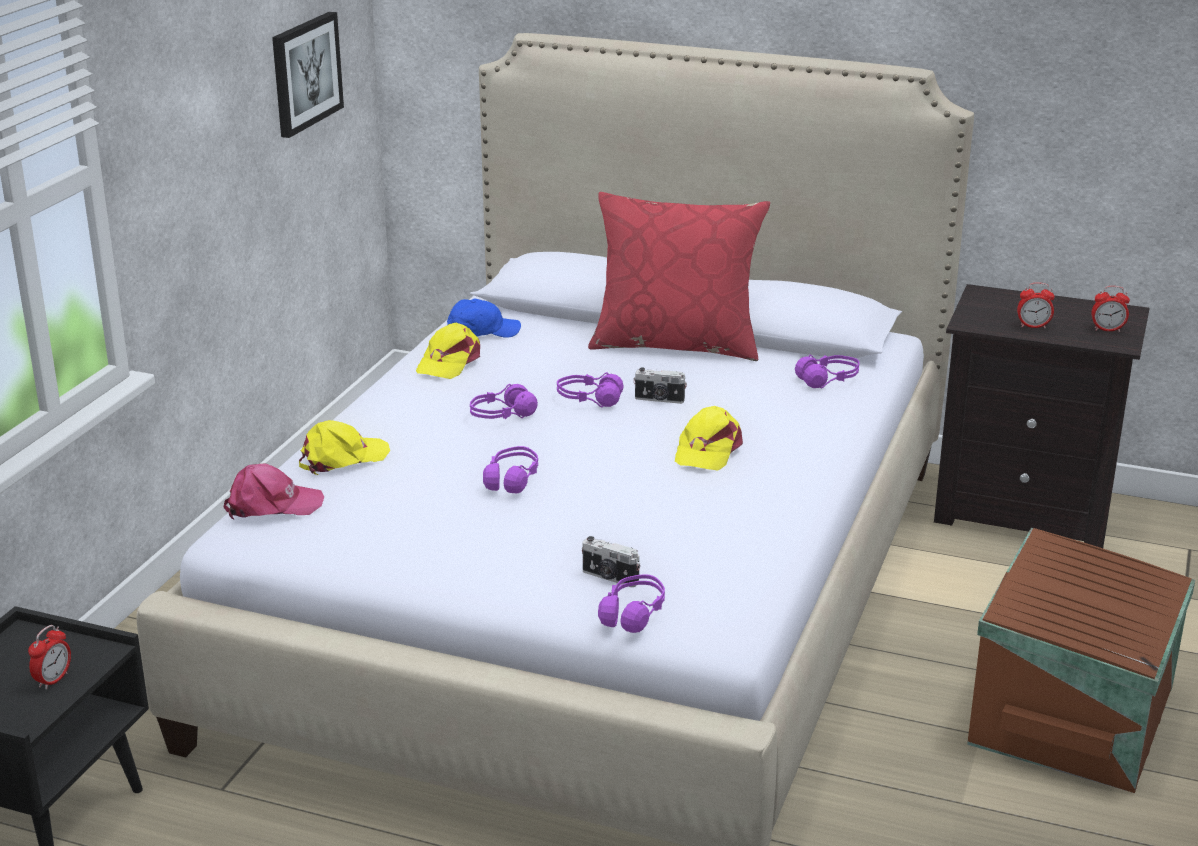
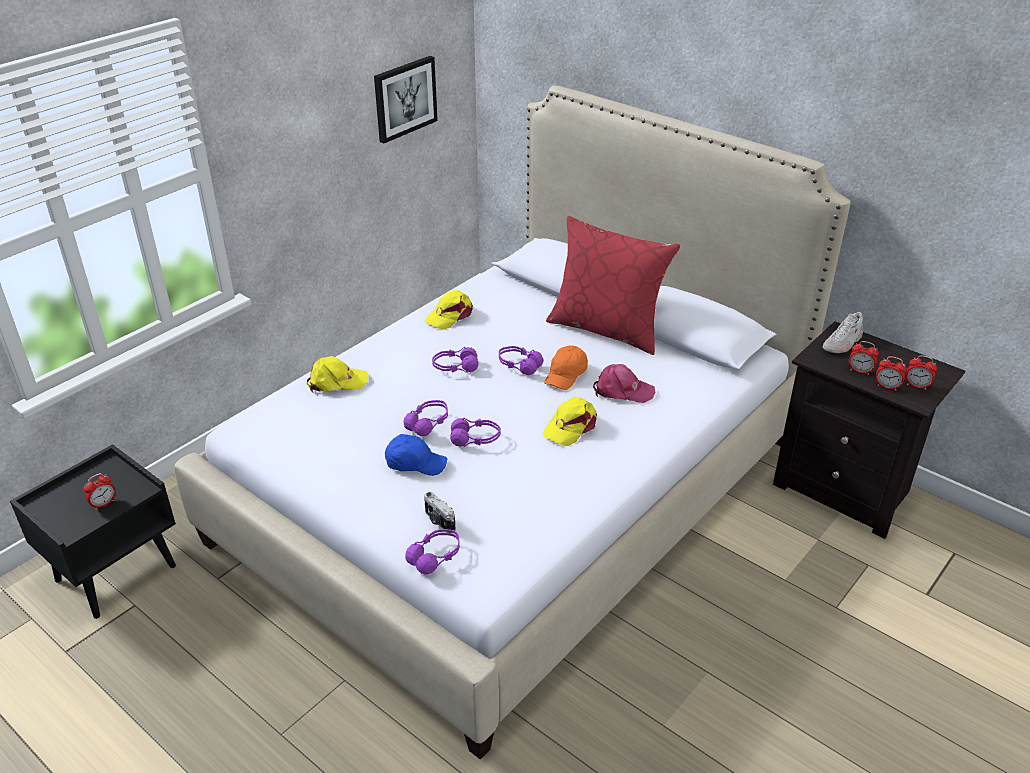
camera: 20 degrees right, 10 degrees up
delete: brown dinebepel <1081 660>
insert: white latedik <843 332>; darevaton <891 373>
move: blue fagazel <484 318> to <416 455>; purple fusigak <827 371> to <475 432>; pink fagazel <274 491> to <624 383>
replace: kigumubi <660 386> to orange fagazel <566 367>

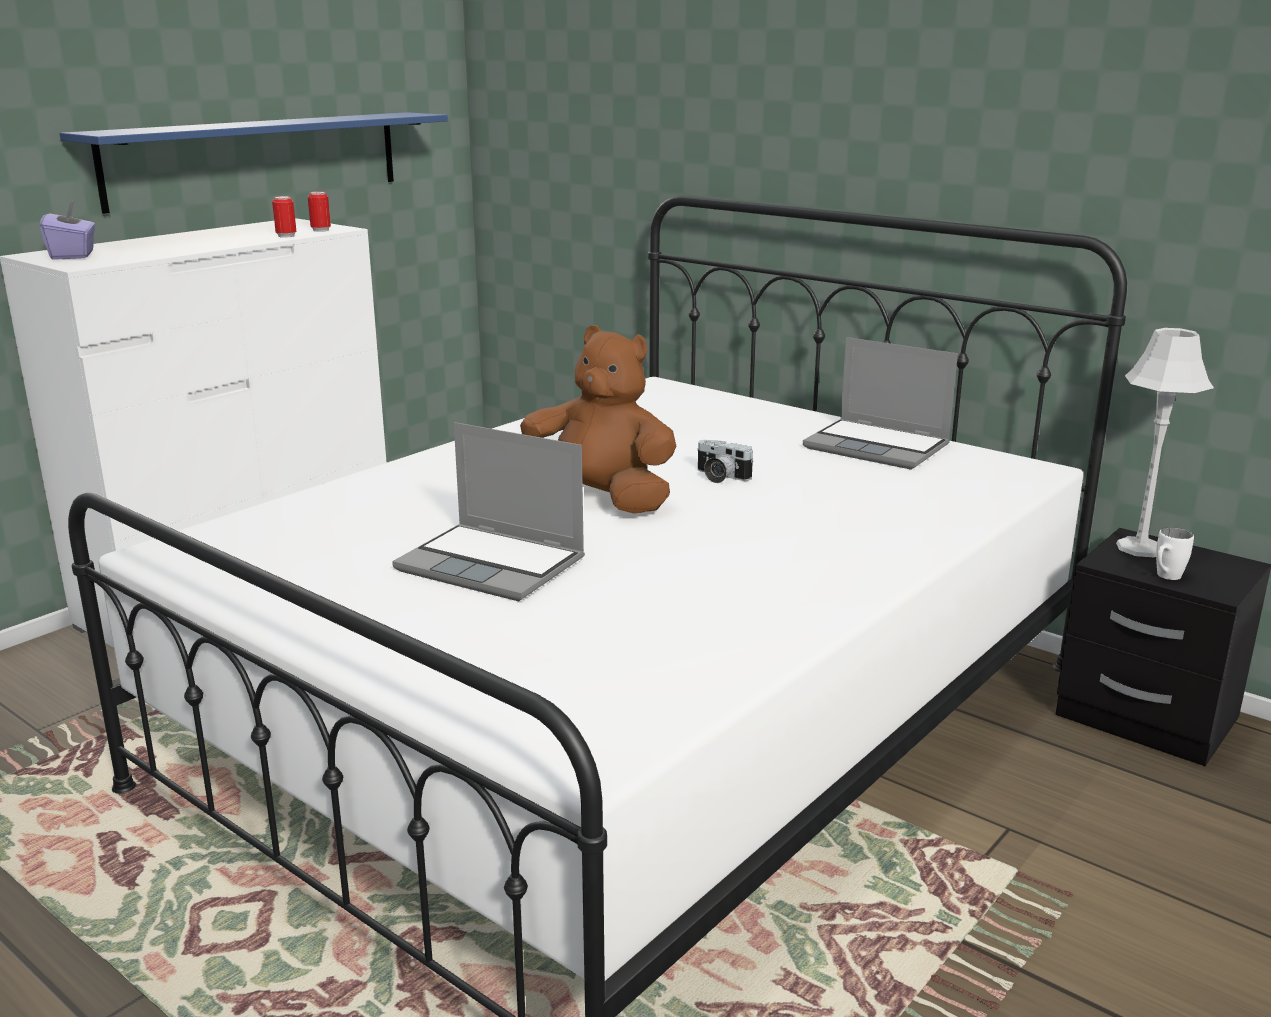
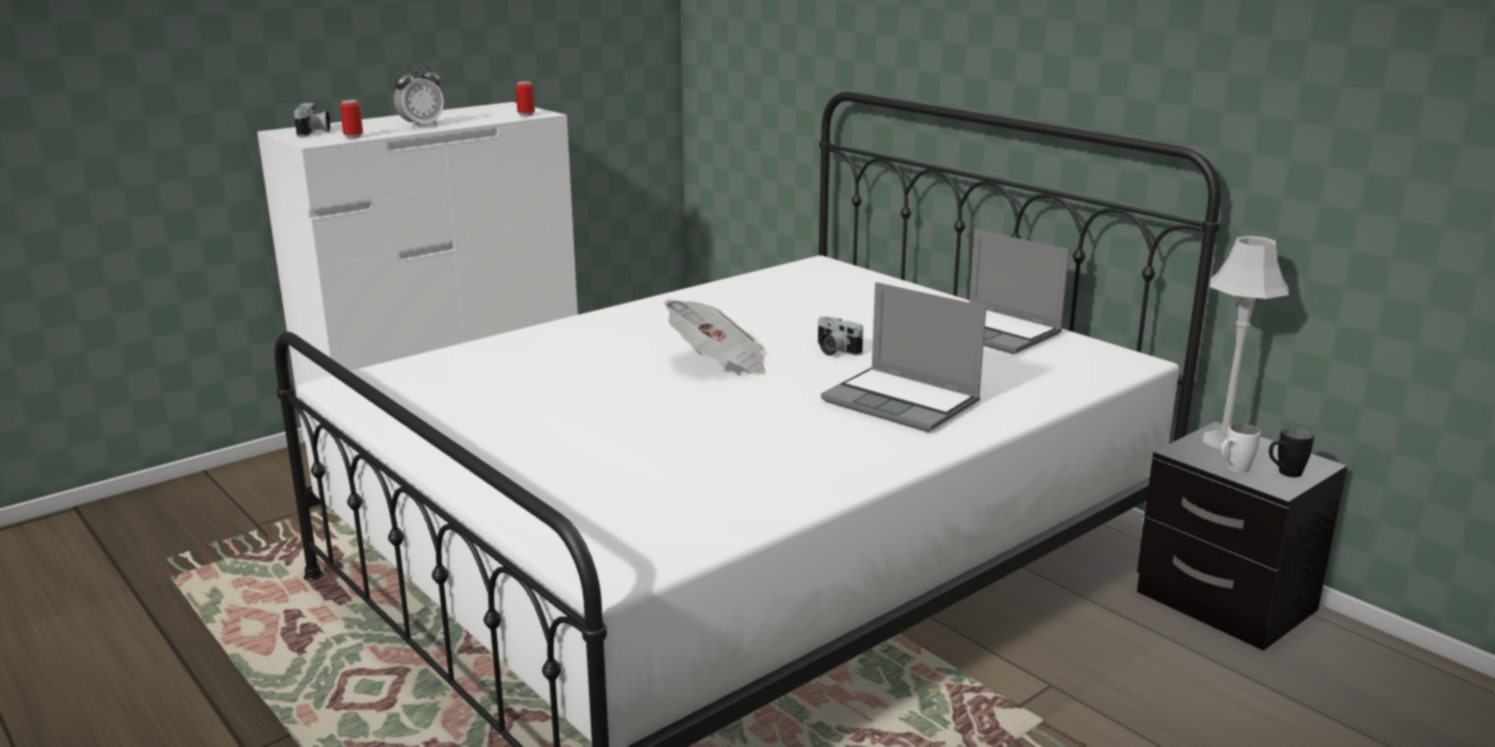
camera: 10 degrees right, 0 degrees up
delete: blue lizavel <254 163>
insert: darevaton <419 95>; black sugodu <1291 452>
move: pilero <284 217> to <351 119>; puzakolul <488 511> to <903 357>
replace: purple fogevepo <67 230> to kigumubi <312 120>; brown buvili <598 419> to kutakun <714 336>

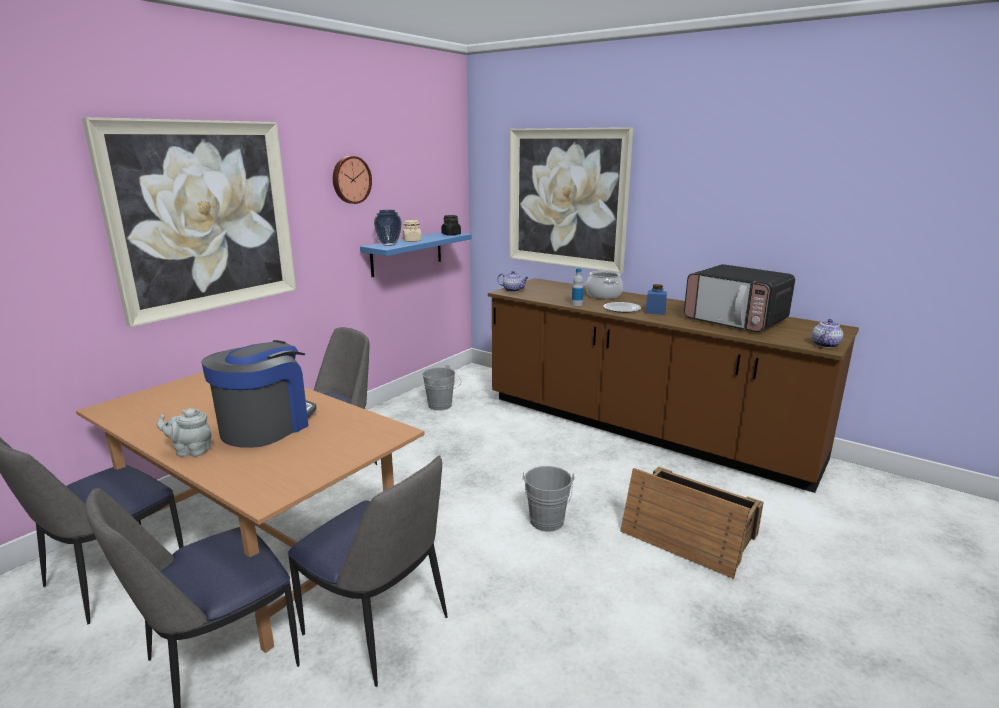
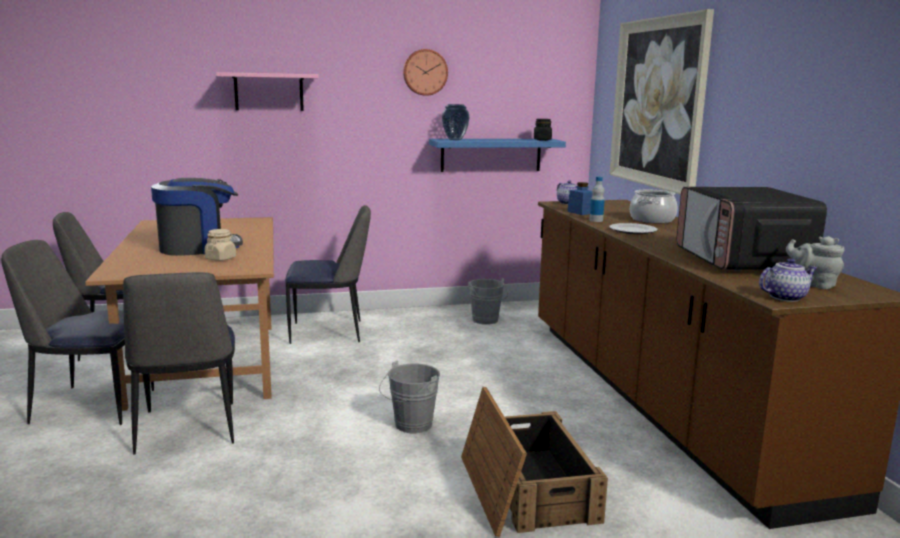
camera: 40 degrees right, 5 degrees down
move: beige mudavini <412 231> to <220 245>; blue mudavini <656 299> to <580 198>; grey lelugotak <184 432> to <815 262>
replace: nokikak <189 222> to pink lizavel <267 91>

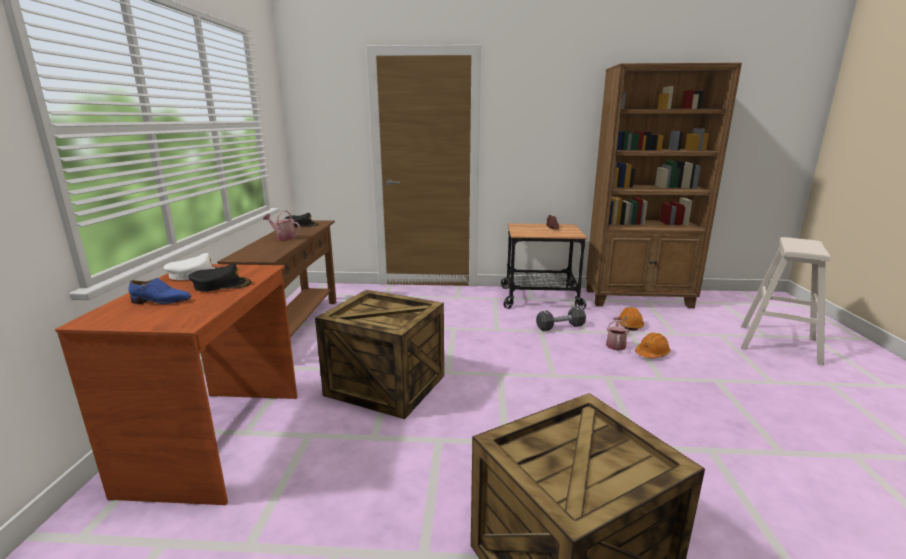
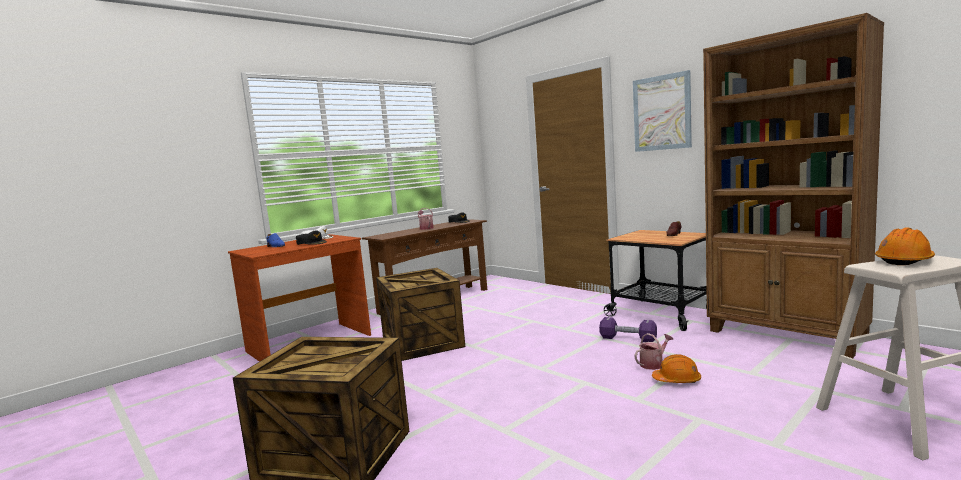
camera: 45 degrees right, 10 degrees down
insert: nokikak <662 111>
move: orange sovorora <631 319> to <905 246>
recolor: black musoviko <561 319> to purple musoviko <628 329>

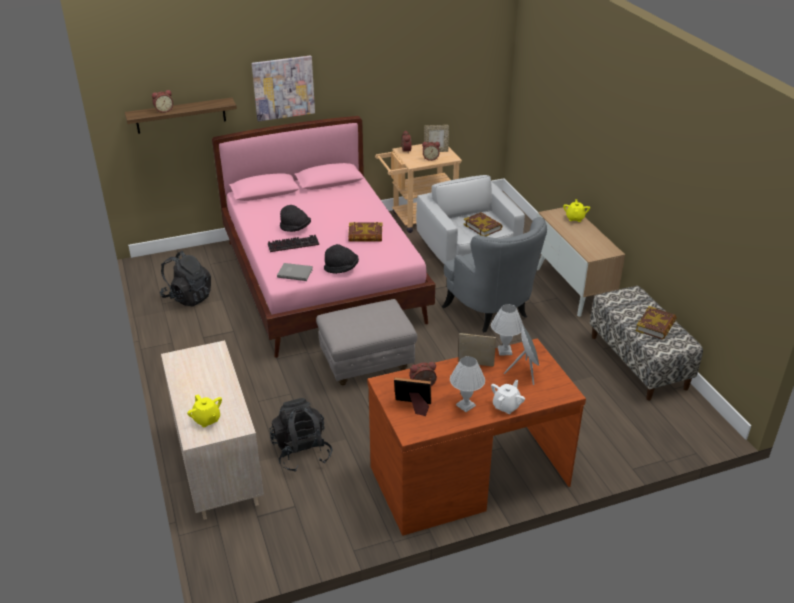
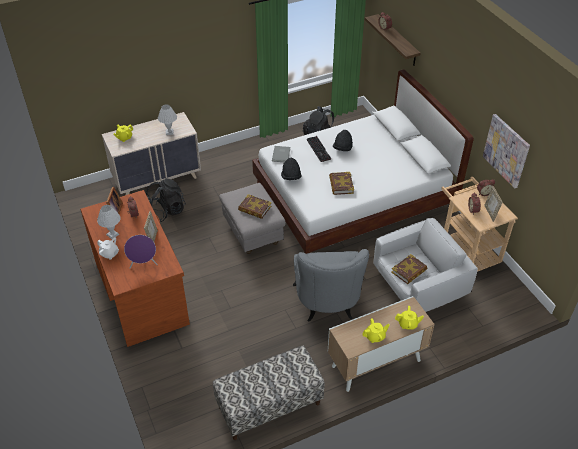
camera: 85 degrees right, 10 degrees up
insert: yellow lelugotak <376 330>
move: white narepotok <507 330> to <167 119>; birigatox <656 323> to <254 206>; nokikak <283 88> to <506 151>
recolor: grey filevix <521 355> to purple filevix <141 251>; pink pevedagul <323 237> to white pevedagul <363 161>
rotate: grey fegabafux <494 274> = <331 285> 60 degrees counterclockwise

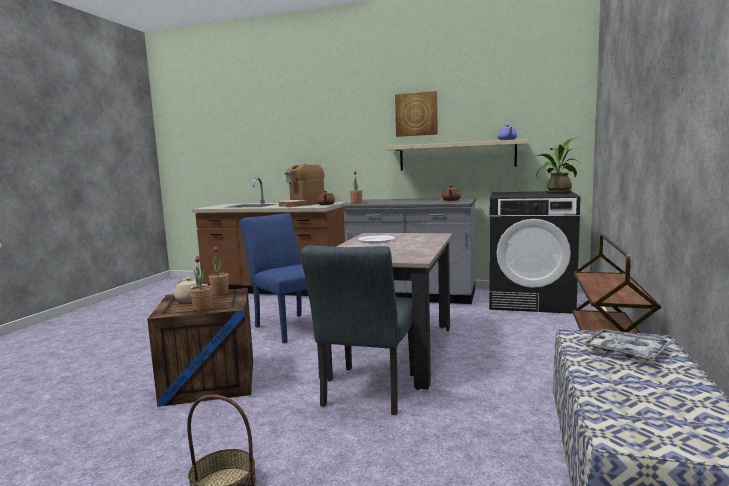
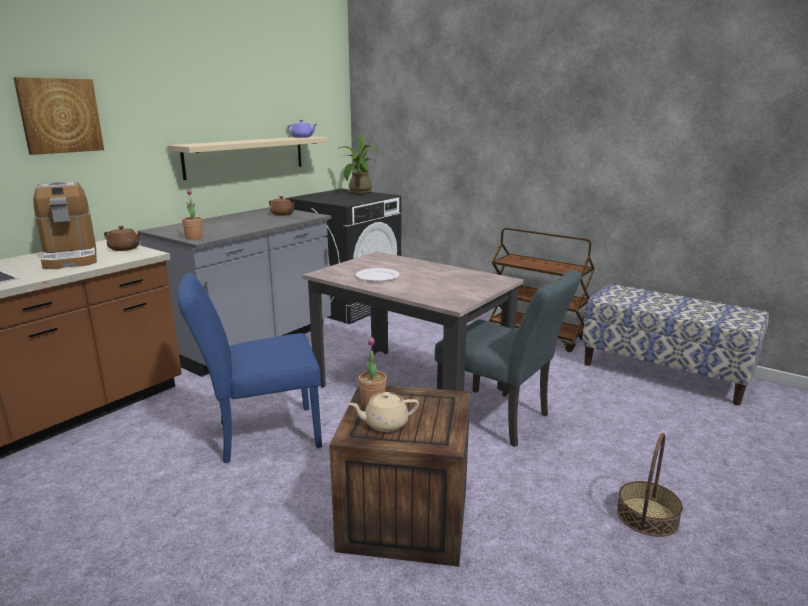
camera: 70 degrees left, 10 degrees up
delete: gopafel <201 283>; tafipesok <626 344>
move: nokikak <416 114> to <58 116>

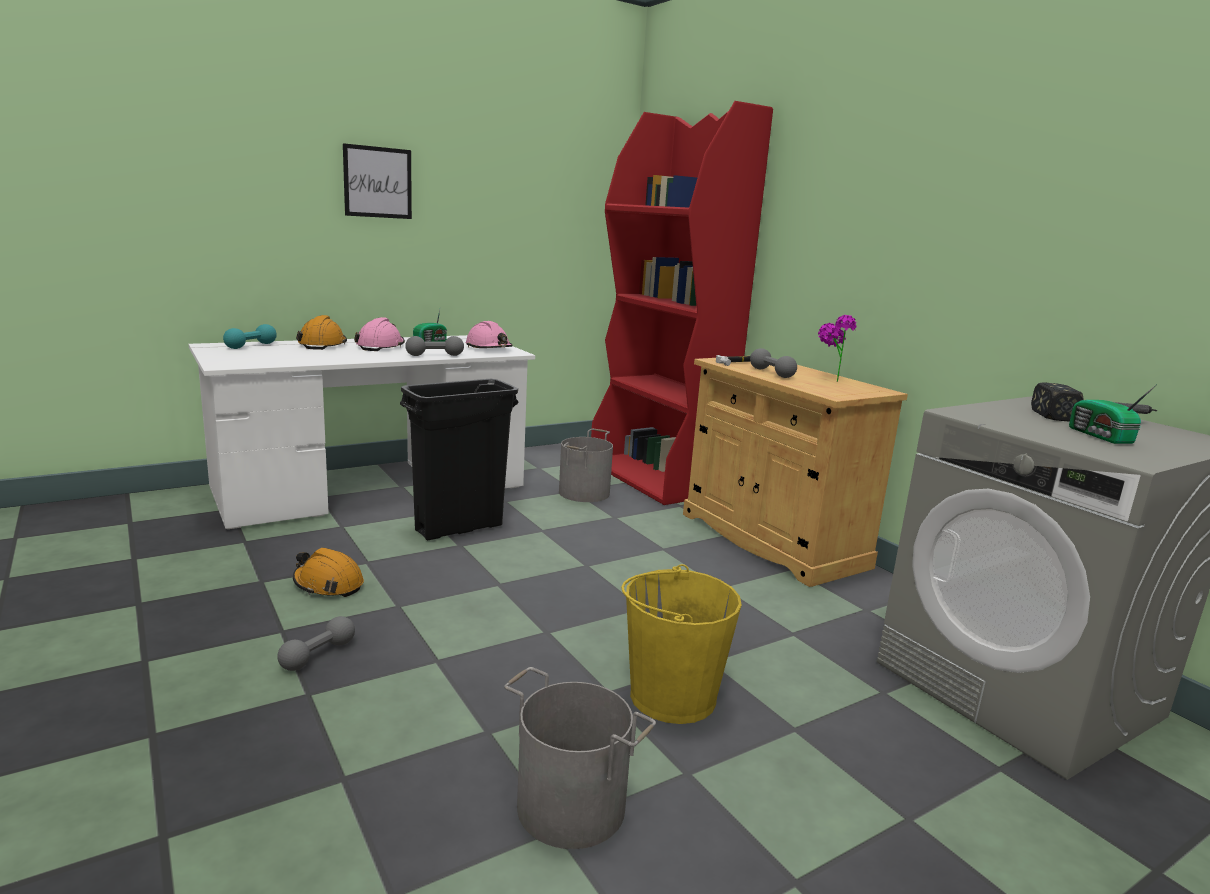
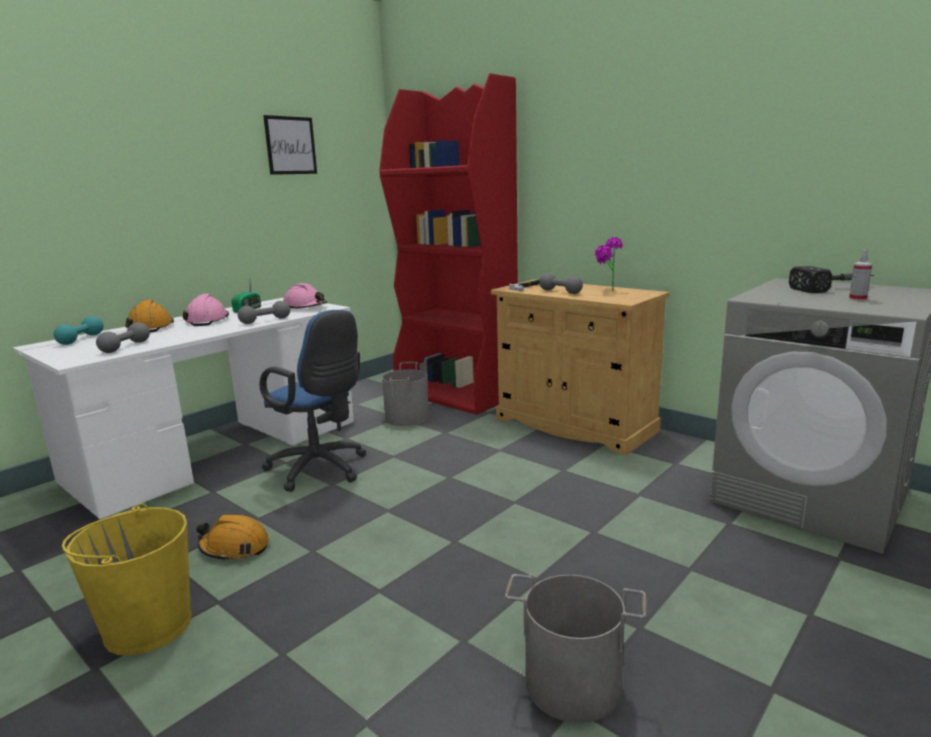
camera: 15 degrees left, 0 degrees up
move: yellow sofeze <681 644> to <127 579>; grey musoviko <316 643> to <123 337>; nokikak <377 181> to <290 145>
replace: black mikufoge <459 460> to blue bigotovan <312 401>; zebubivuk <1113 414> to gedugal <860 275>

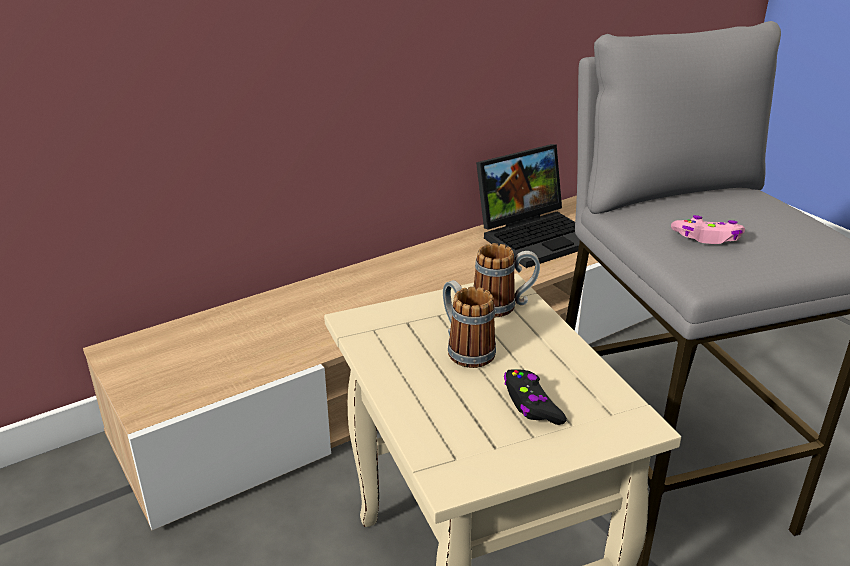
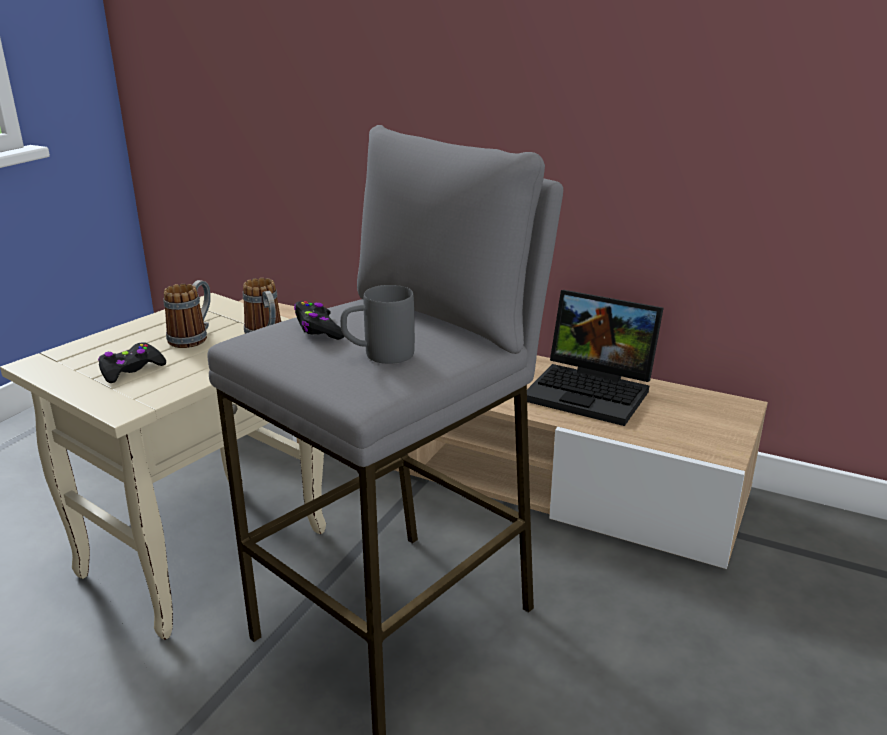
camera: 60 degrees right, 5 degrees down
insert: grey sugodu <377 324>
recolor: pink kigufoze <708 229> to black kigufoze <319 320>

